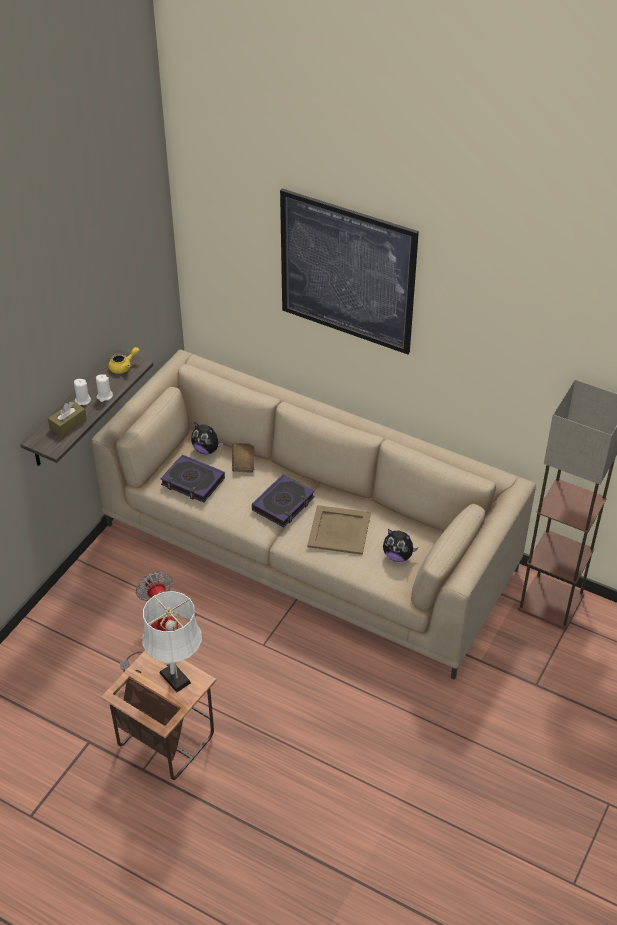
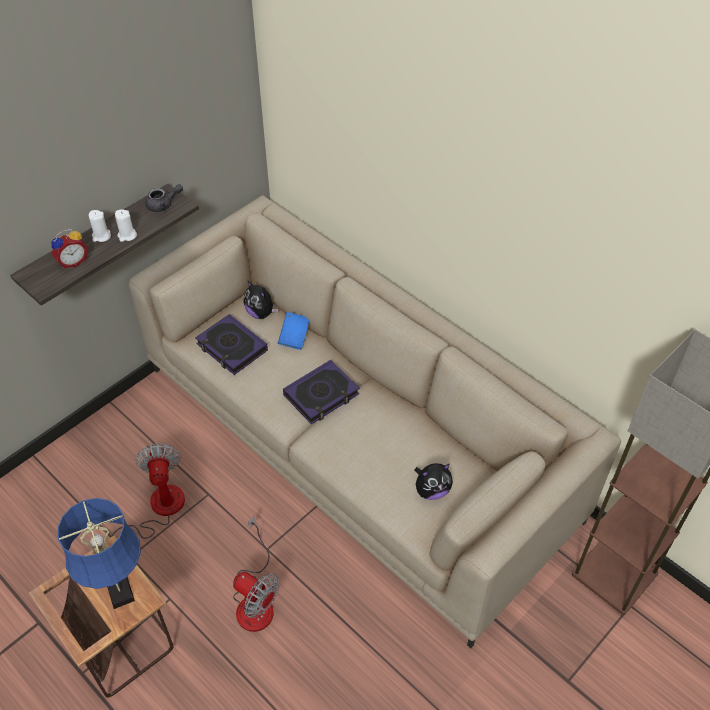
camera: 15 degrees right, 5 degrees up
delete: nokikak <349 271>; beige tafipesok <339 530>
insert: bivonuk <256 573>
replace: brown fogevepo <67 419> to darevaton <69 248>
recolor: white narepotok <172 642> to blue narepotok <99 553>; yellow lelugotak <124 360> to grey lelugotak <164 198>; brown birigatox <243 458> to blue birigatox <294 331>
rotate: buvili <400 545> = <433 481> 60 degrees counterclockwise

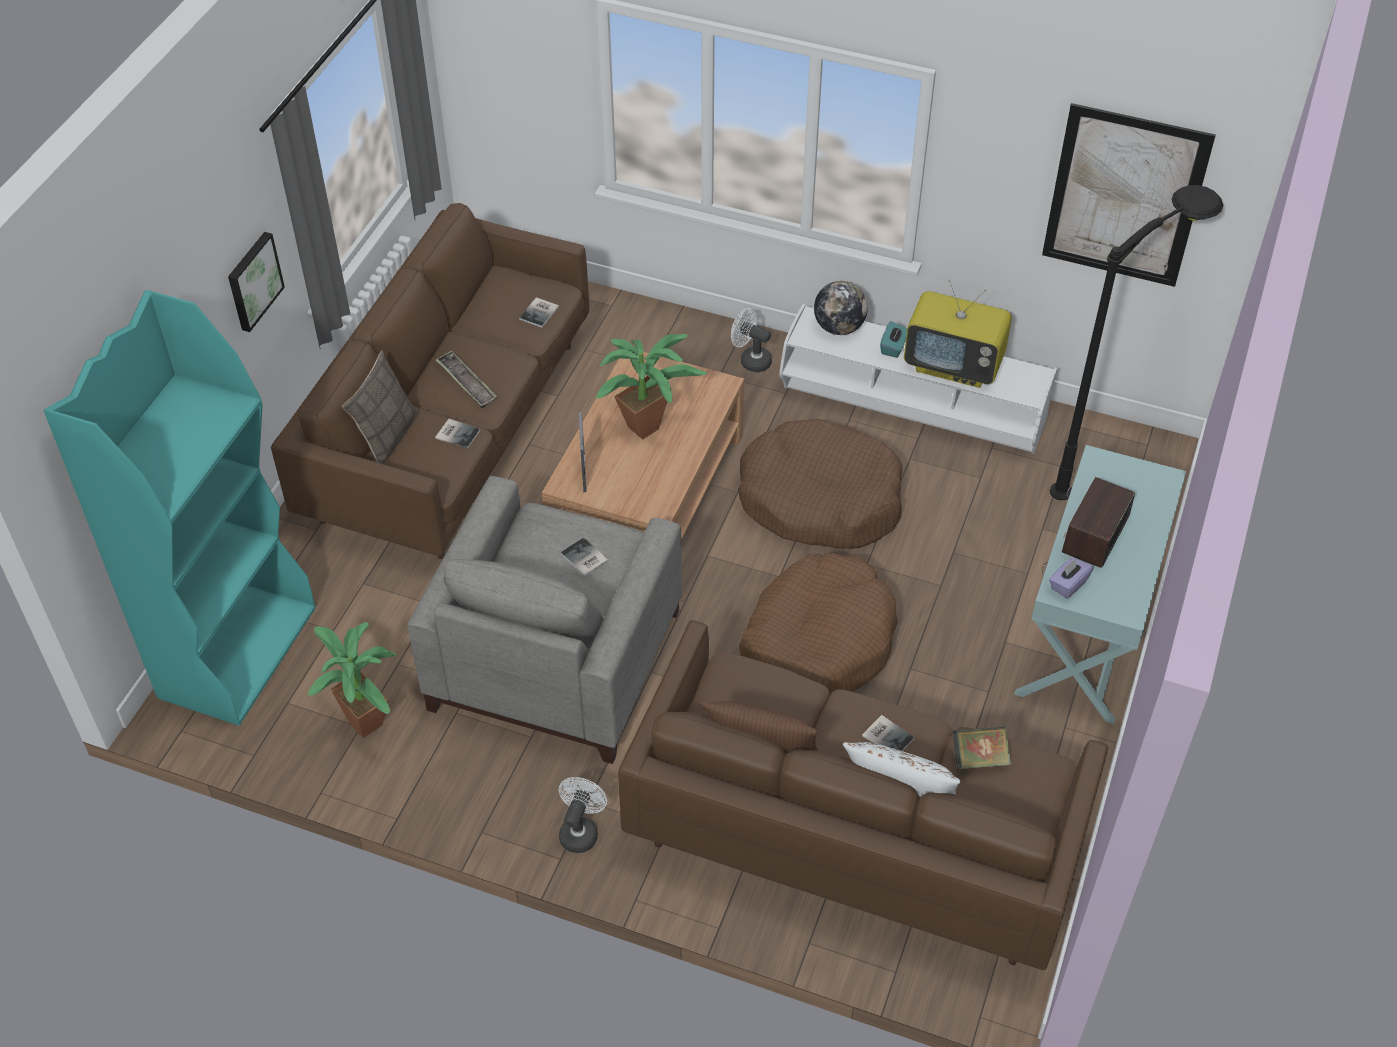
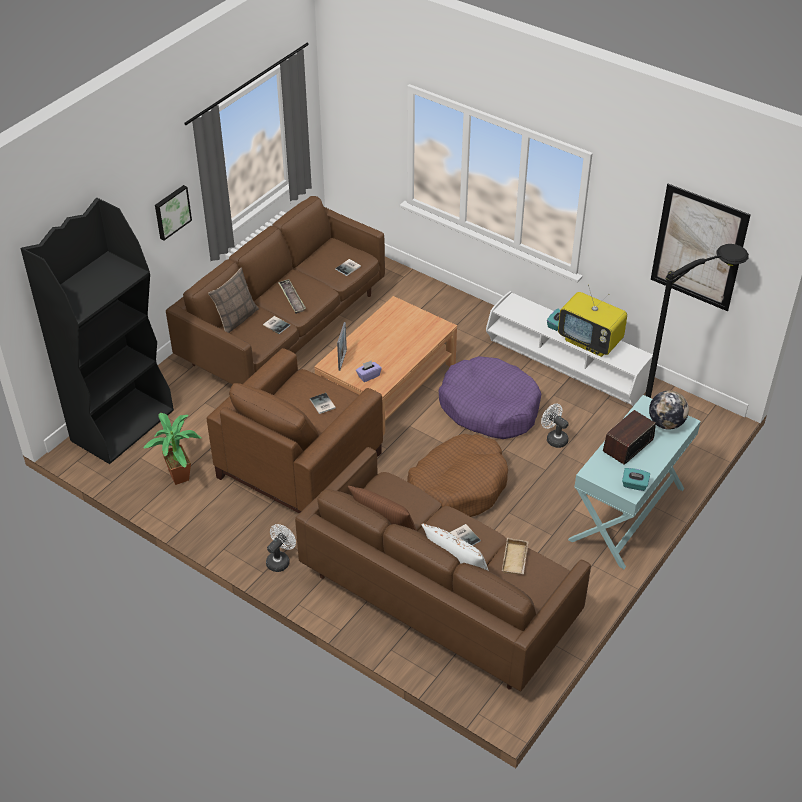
camera: 15 degrees right, 5 degrees down
delete: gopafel <651 387>
insert: turquoise fogevepo <636 479>
move: purple fogevepo <1071 578> to <369 371>; white bivonuk <751 340> to <555 426>; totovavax <841 308> to <669 410>
replace: birigatox <982 748> to beige tafipesok <515 556>
recolor: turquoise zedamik <180 508> to black zedamik <97 331>; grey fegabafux <544 620> to brown fegabafux <295 430>; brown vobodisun <820 484> to purple vobodisun <489 397>

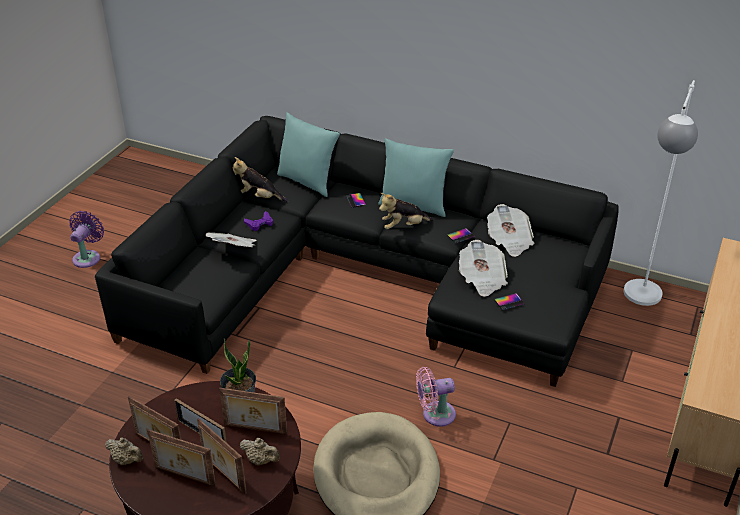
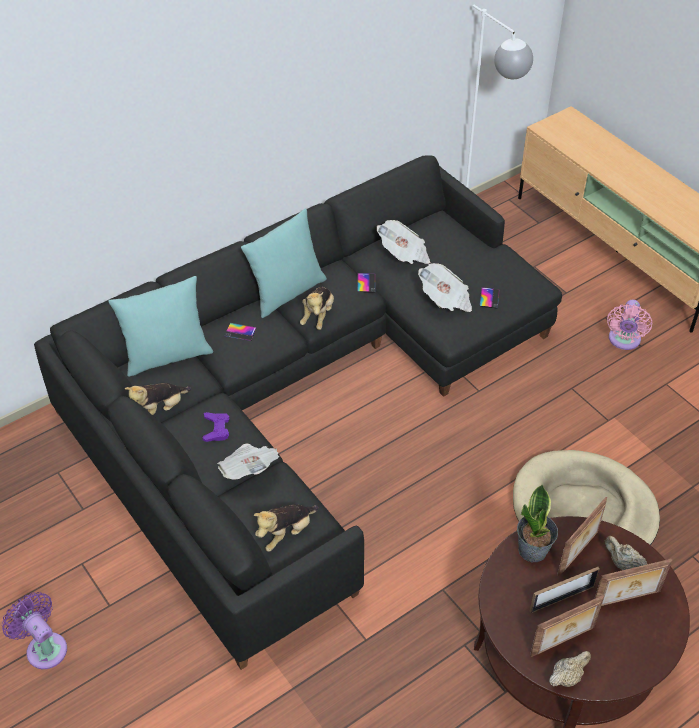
camera: 60 degrees left, 10 degrees up
delete: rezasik <181 458>
insert: buvili <286 528>
move: pink bivonuk <436 397> to <629 325>
rotate: beige lelugotak <260 451> = <626 553> 105 degrees counterclockwise

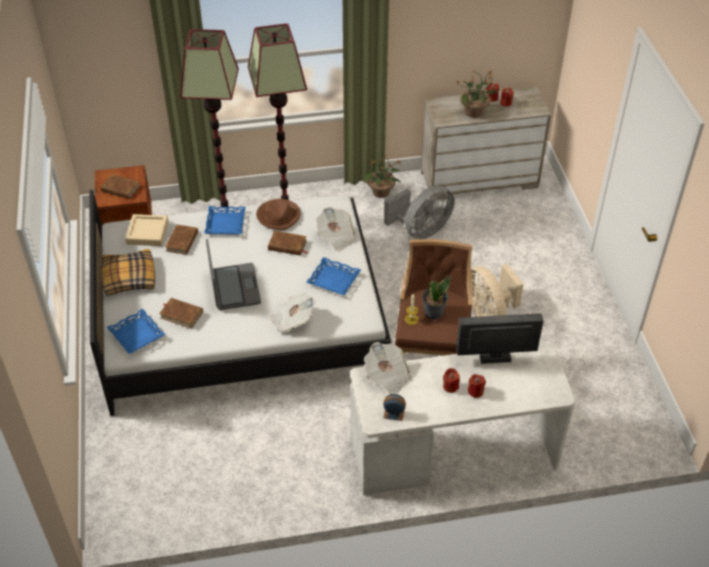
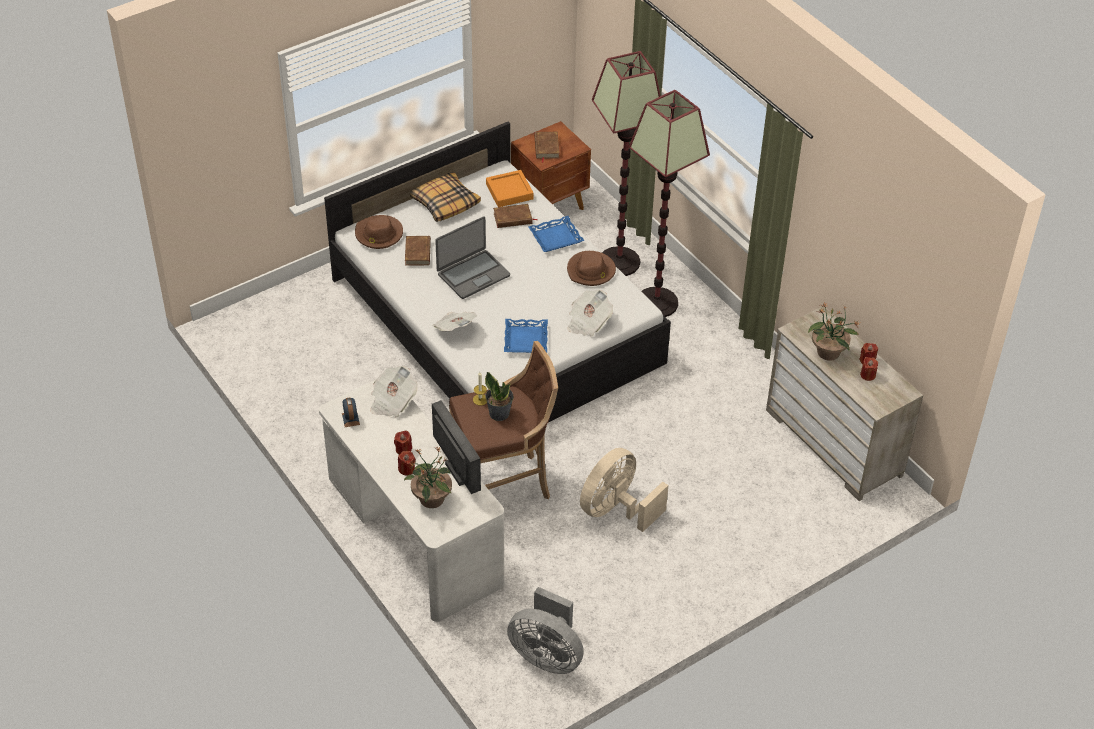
camera: 65 degrees right, 0 degrees up
delete: brown birigatox <288 243>
move: gopafel <383 176> to <428 477>; grey bivonuk <419 212> to <545 630>
replace: blue tafipesok <136 331> to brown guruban <379 232>
recolor: beige tafipesok <147 230> to orange tafipesok <510 188>

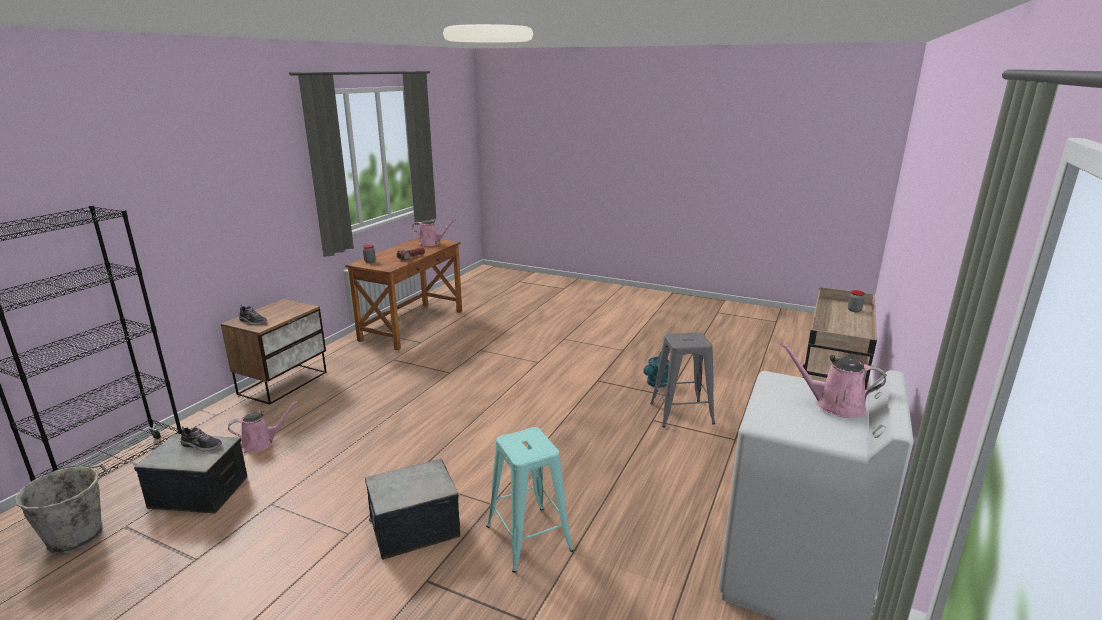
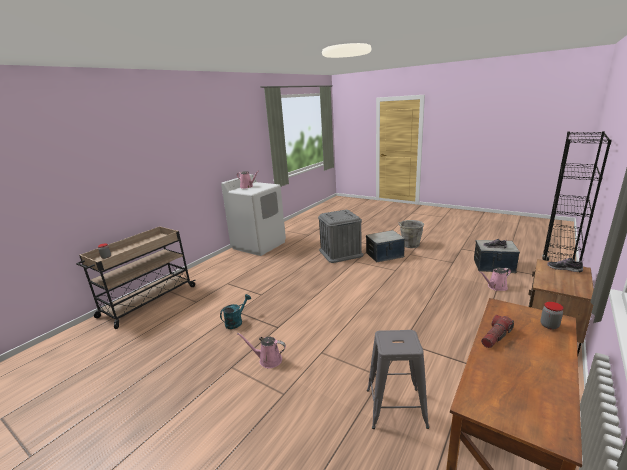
camera: 170 degrees left, 0 degrees up
move: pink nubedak <434 232> to <261 350>; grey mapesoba <682 380> to <398 379>; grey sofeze <61 509> to <411 234>
replace: turquoise mapesoba <530 500> to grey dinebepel <340 236>

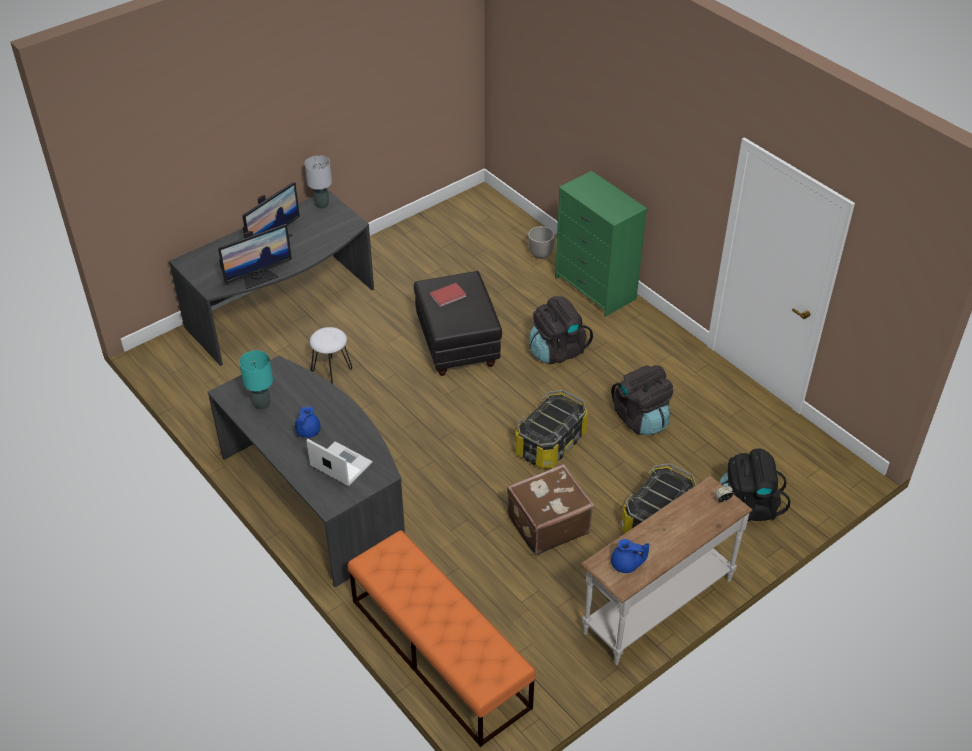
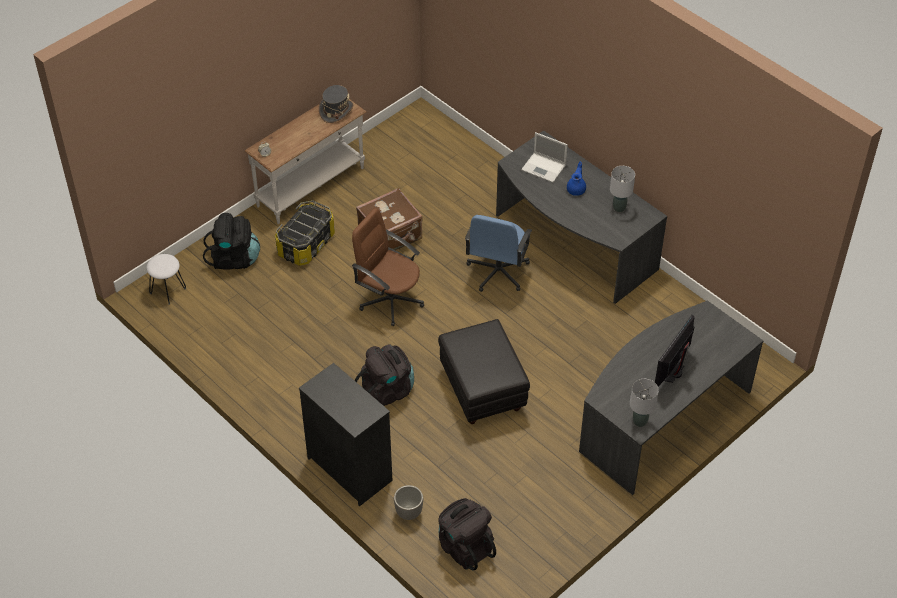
camera: 175 degrees right, 5 degrees up
delete: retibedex <255 256>; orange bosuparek <441 638>; red birigatox <448 295>
insert: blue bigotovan <498 253>
move: white mapesoba <331 355> to <166 279>; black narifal <642 400> to <467 534>
replace: blue lelugotak <630 556> to grey guruban <336 104>; dinebepel <551 429> to brown bigotovan <388 267>
recolor: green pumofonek <601 244> to black pumofonek <346 434>; turquoise narepotok <256 380> to grey narepotok <622 189>

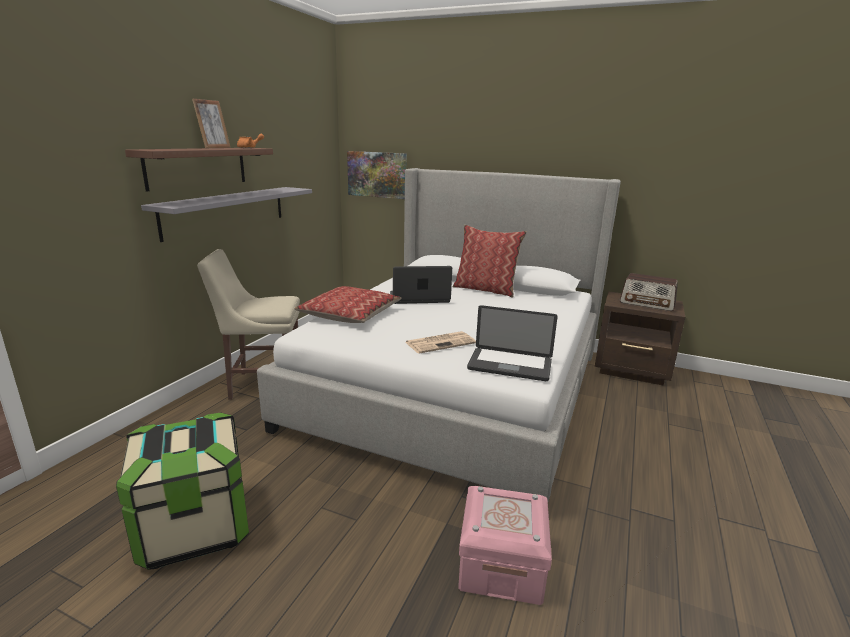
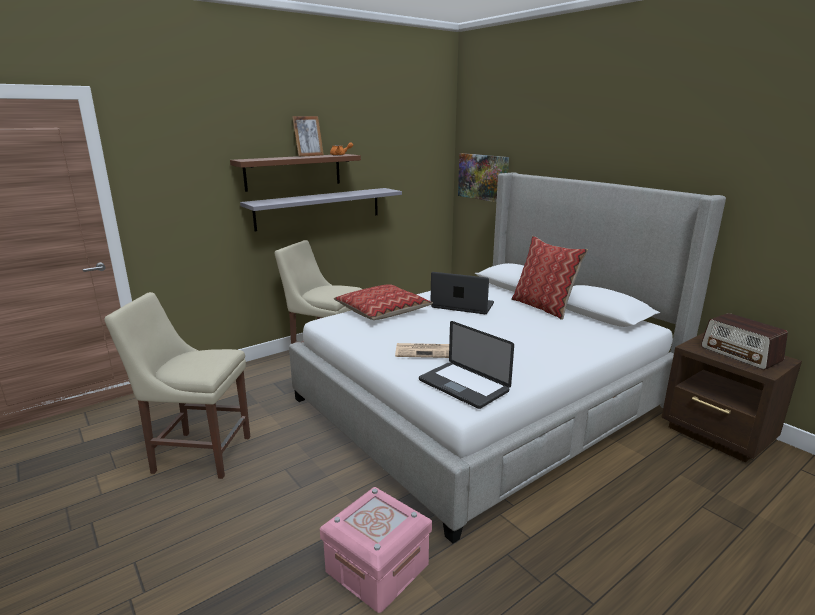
camera: 30 degrees right, 0 degrees up
replace: dinebepel <182 491> to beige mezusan <177 385>

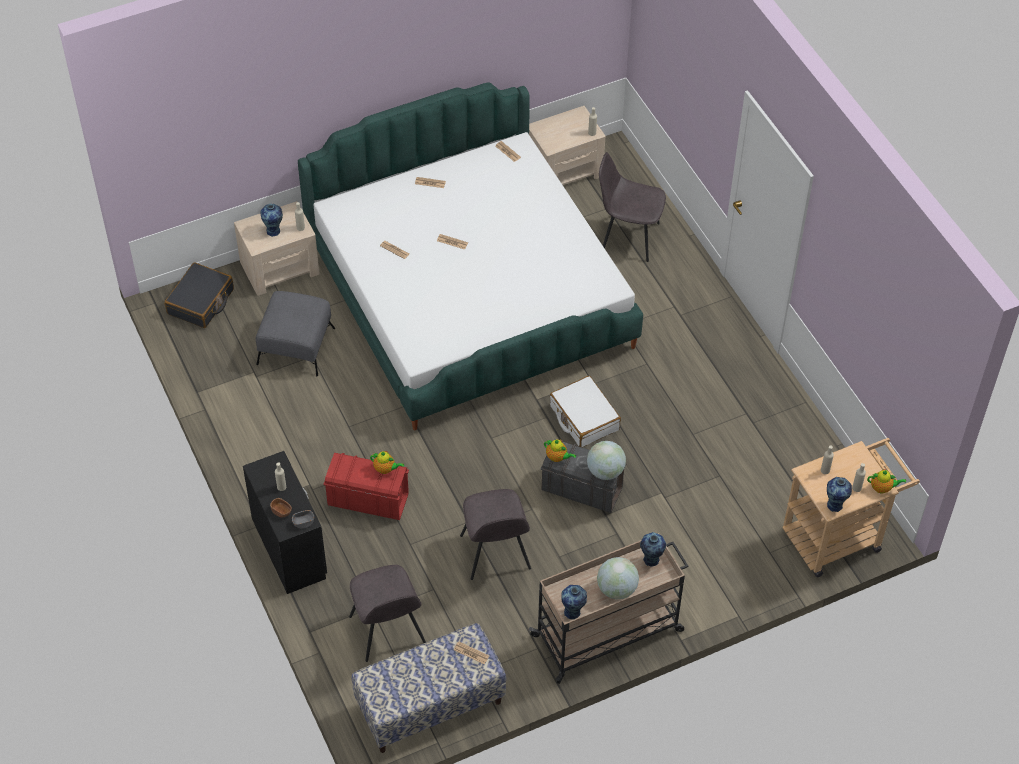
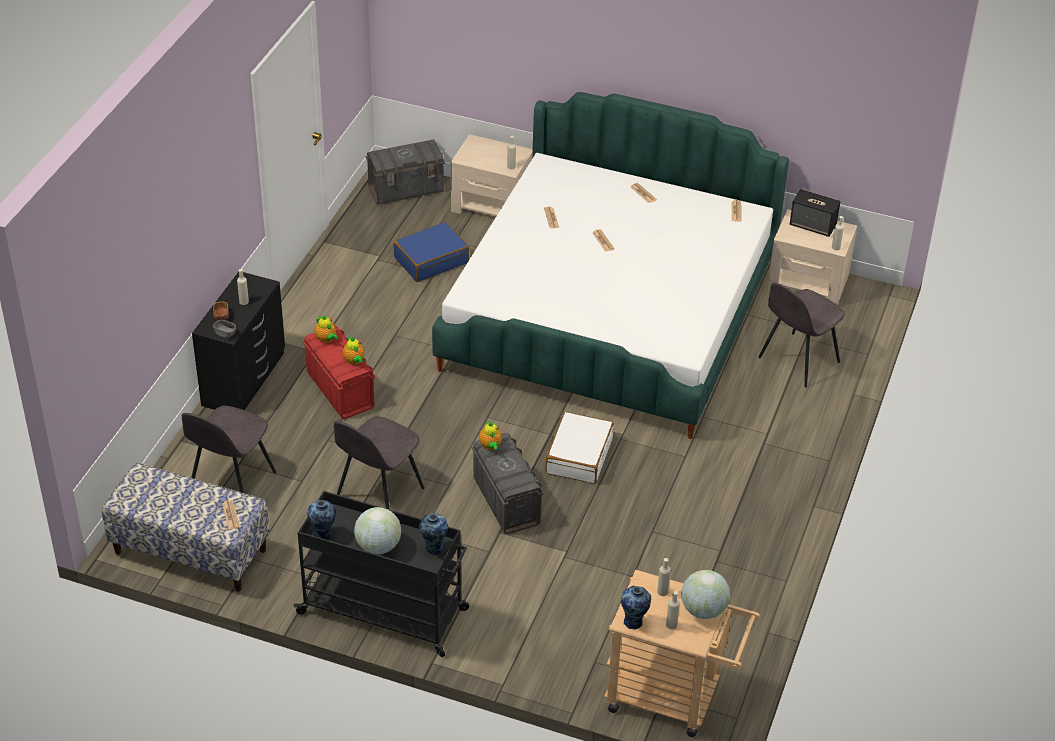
camera: 45 degrees right, 10 degrees down
delete: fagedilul <271 220>
insert: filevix <815 213>
move: lelugotak <886 481> to <326 329>; totovavax <606 460> to <705 594>
replace: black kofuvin <199 295> to grey dinebepel <405 172>; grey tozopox <295 334> to blue kofuvin <431 252>
recolor: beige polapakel <608 608> to black polapakel <381 574>
rotate: grey mezusan <632 207> = <802 335> 105 degrees counterclockwise

